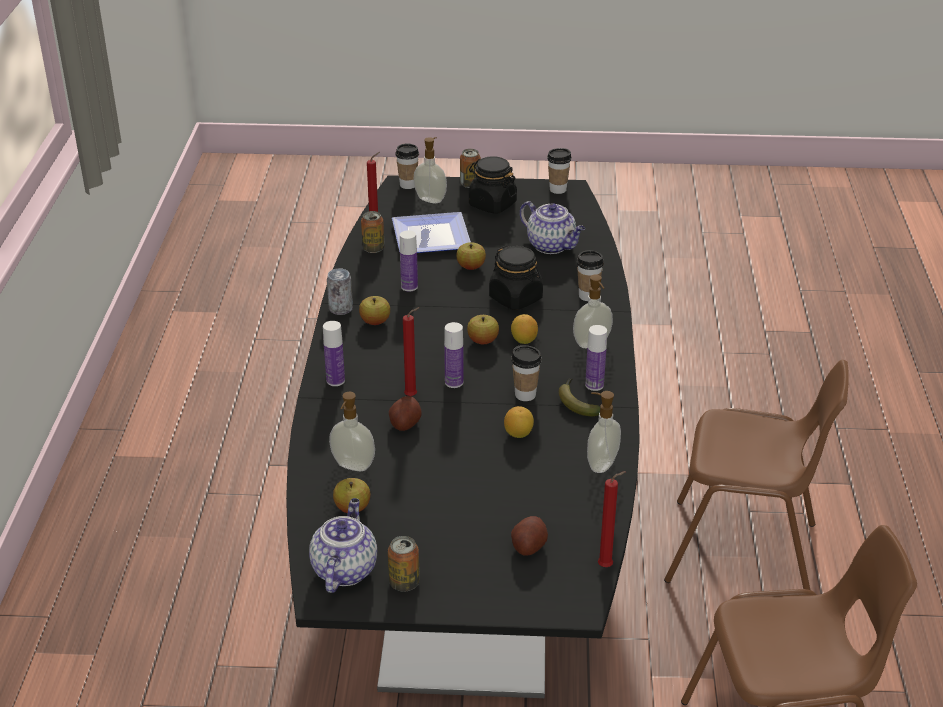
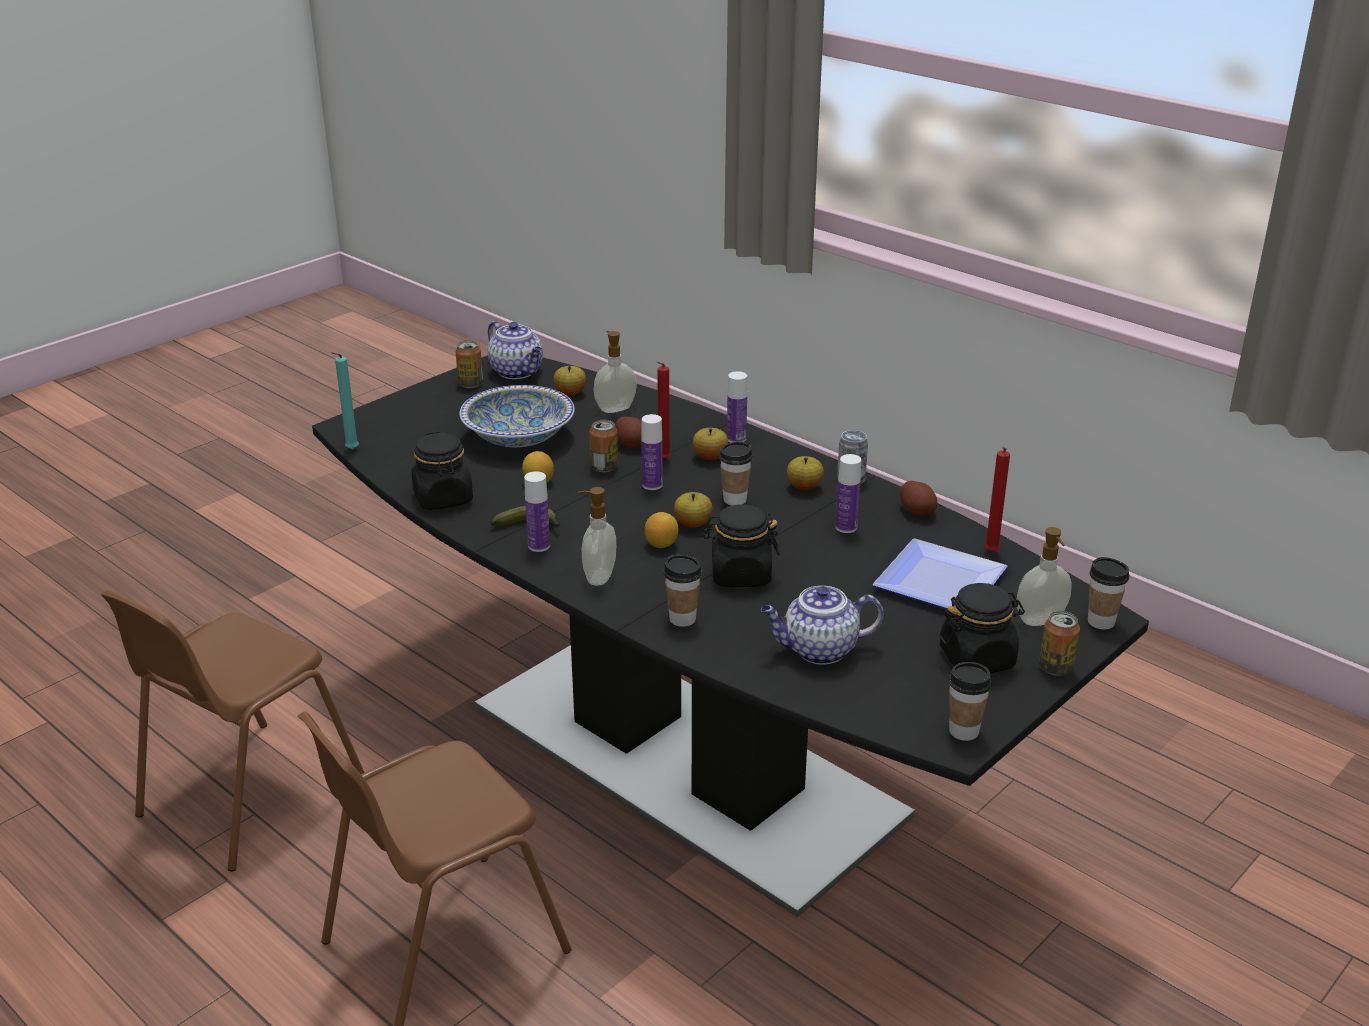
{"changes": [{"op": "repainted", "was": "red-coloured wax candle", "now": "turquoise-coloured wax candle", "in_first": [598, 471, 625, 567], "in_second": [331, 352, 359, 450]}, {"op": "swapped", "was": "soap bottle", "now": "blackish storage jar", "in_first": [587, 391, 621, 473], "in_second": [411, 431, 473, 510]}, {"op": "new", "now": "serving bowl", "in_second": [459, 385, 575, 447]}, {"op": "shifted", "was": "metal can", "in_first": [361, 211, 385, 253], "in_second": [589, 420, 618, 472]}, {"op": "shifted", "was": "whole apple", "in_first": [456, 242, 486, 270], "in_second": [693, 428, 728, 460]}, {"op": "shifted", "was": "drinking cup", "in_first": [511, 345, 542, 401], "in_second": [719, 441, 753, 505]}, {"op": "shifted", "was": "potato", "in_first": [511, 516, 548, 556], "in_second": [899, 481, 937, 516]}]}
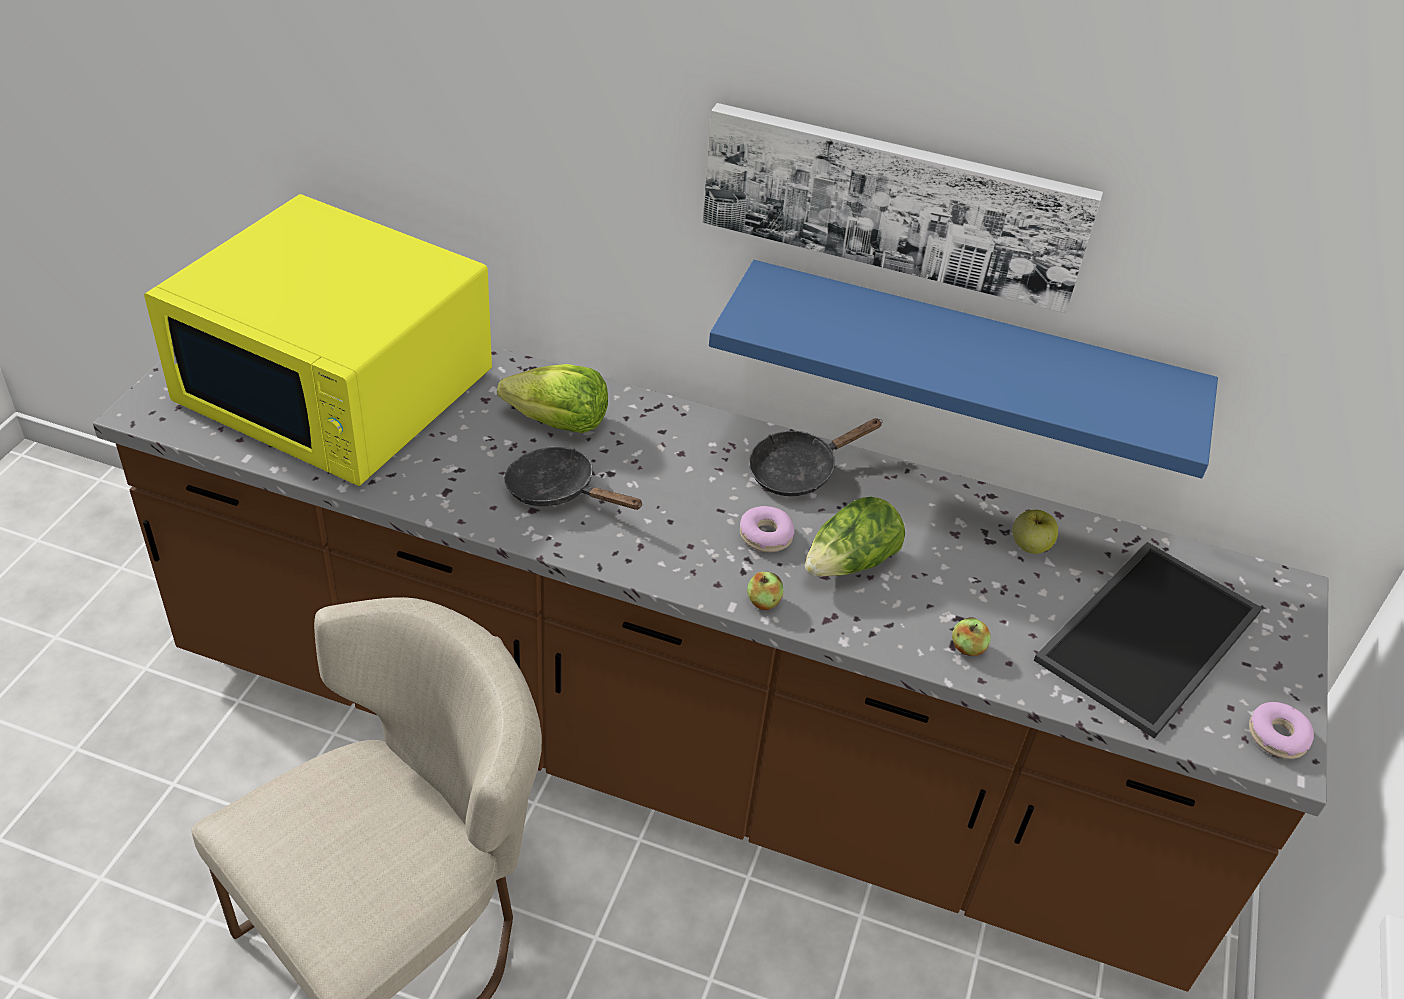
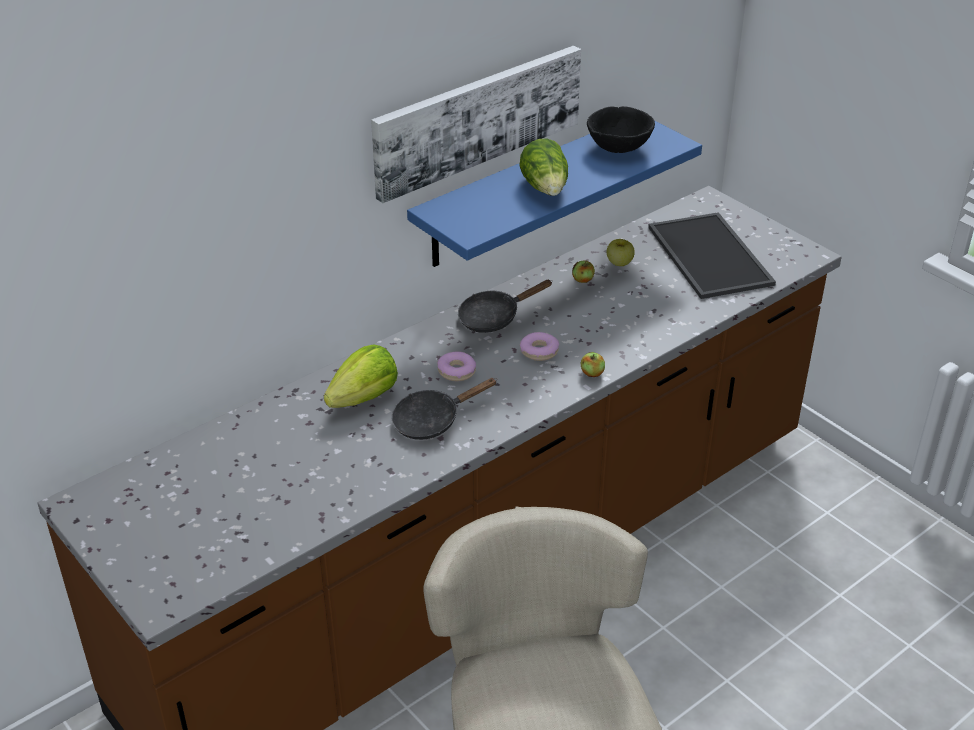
{"changes": [{"op": "shifted", "was": "doughnut", "in_first": [1249, 702, 1314, 759], "in_second": [437, 352, 476, 381]}, {"op": "rotated", "was": "blackish skillet", "in_first": [749, 418, 883, 496], "in_second": [458, 280, 553, 333], "clockwise": 60}, {"op": "shifted", "was": "lettuce head", "in_first": [805, 497, 905, 577], "in_second": [519, 138, 568, 196]}, {"op": "shifted", "was": "whole apple", "in_first": [952, 617, 991, 656], "in_second": [572, 260, 595, 283]}, {"op": "new", "now": "blackish serving bowl", "in_second": [587, 106, 655, 153]}, {"op": "gone", "was": "yellowish microwave oven", "in_first": [144, 194, 492, 486]}]}
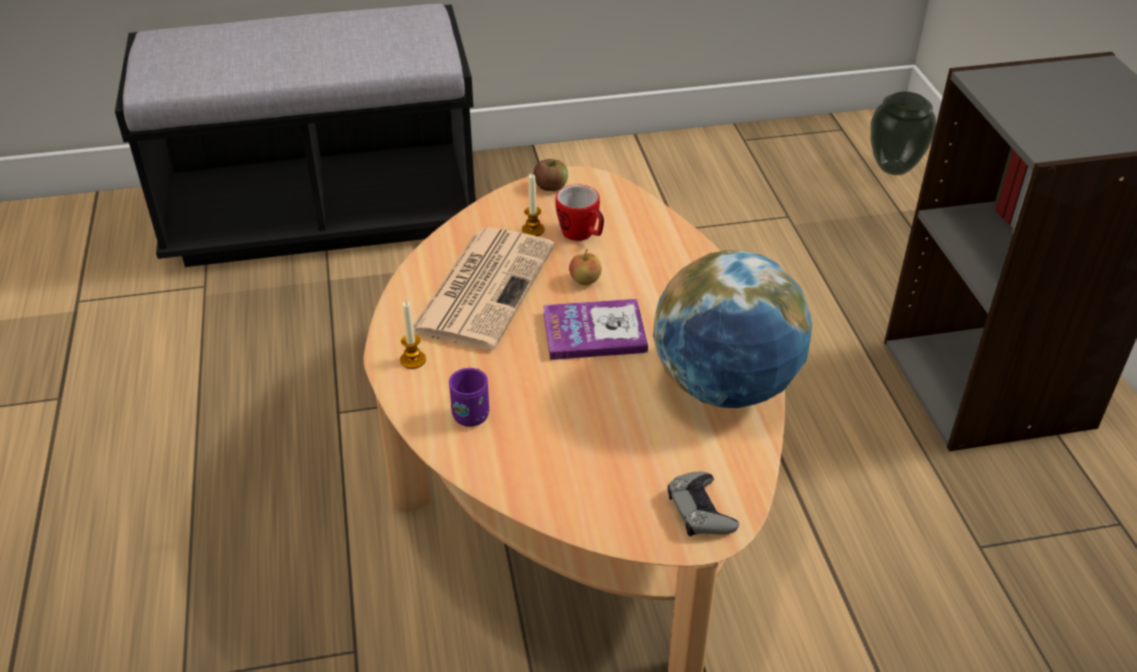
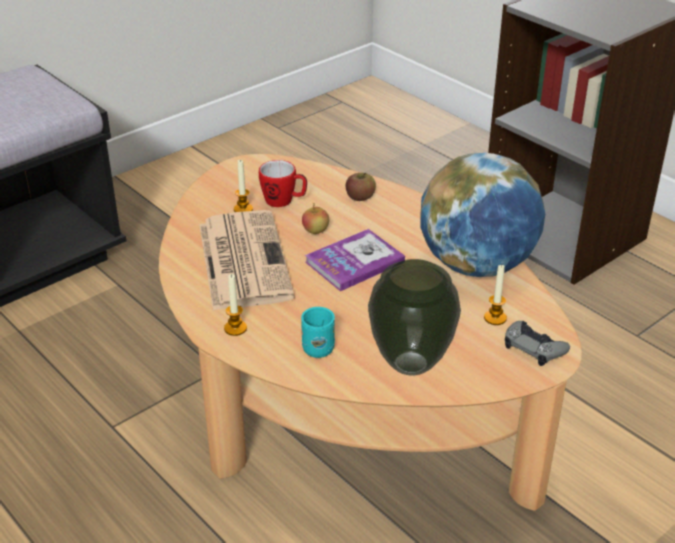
{"changes": [{"op": "repainted", "was": "purplish mug", "now": "turquoise-coloured mug", "in_first": [449, 368, 489, 427], "in_second": [301, 307, 335, 358]}, {"op": "shifted", "was": "whole apple", "in_first": [534, 159, 568, 191], "in_second": [346, 173, 376, 201]}, {"op": "shifted", "was": "flower vase", "in_first": [871, 92, 936, 175], "in_second": [368, 259, 461, 375]}, {"op": "new", "now": "wax candle", "in_second": [484, 264, 507, 325]}]}
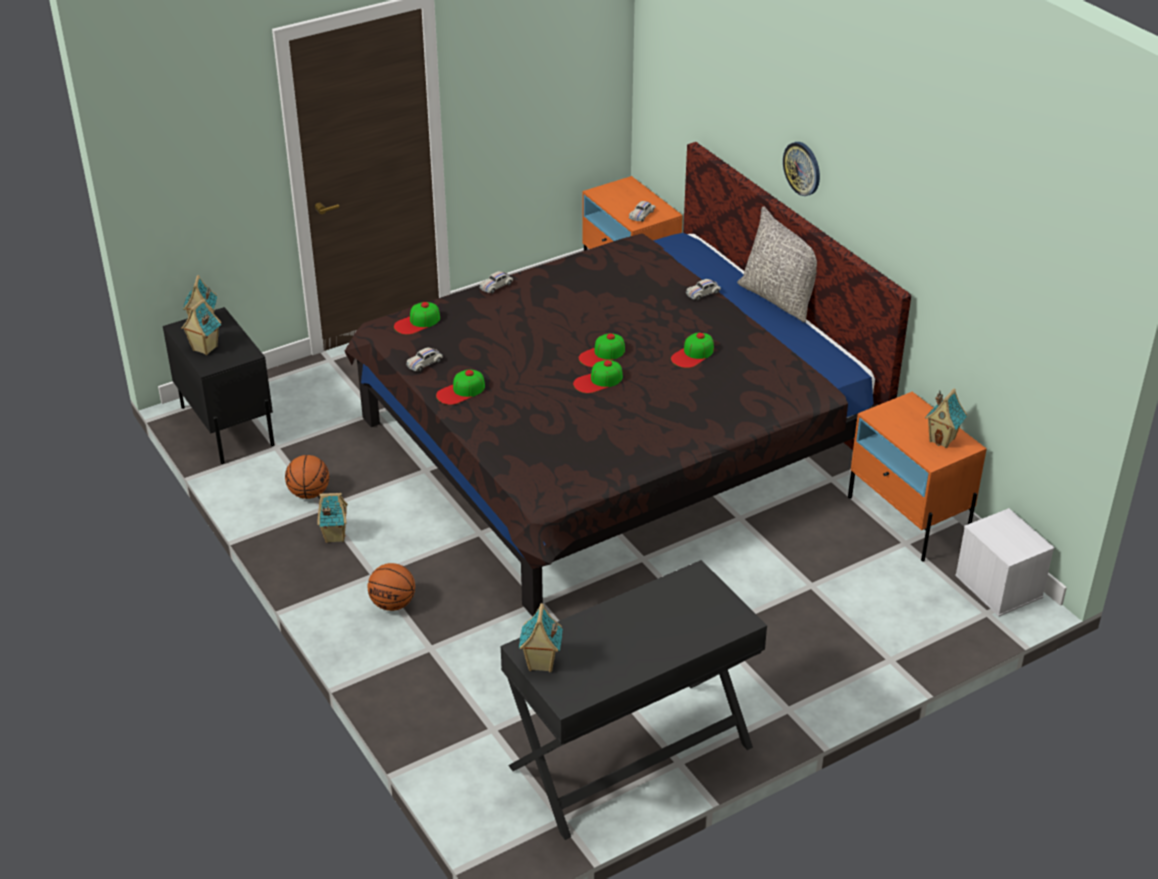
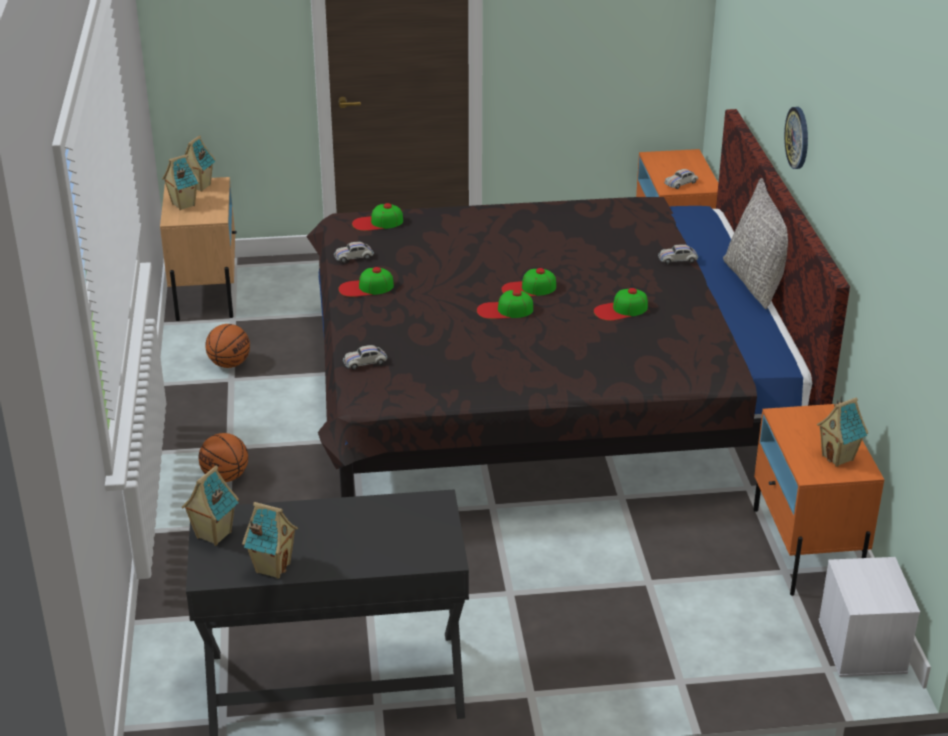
{"changes": [{"op": "repainted", "was": "blackish night table", "now": "beige night table", "in_first": [163, 307, 275, 464], "in_second": [160, 177, 237, 321]}, {"op": "shifted", "was": "toy house", "in_first": [317, 493, 348, 543], "in_second": [242, 502, 298, 579]}, {"op": "shifted", "was": "white toy car", "in_first": [479, 271, 513, 294], "in_second": [343, 345, 387, 370]}]}
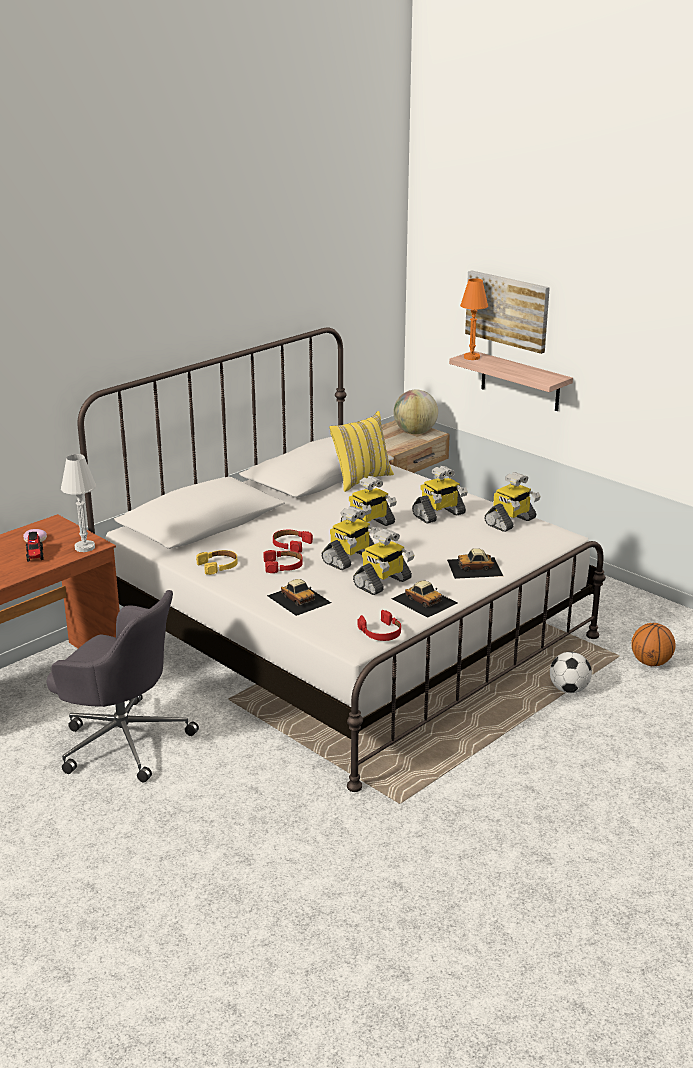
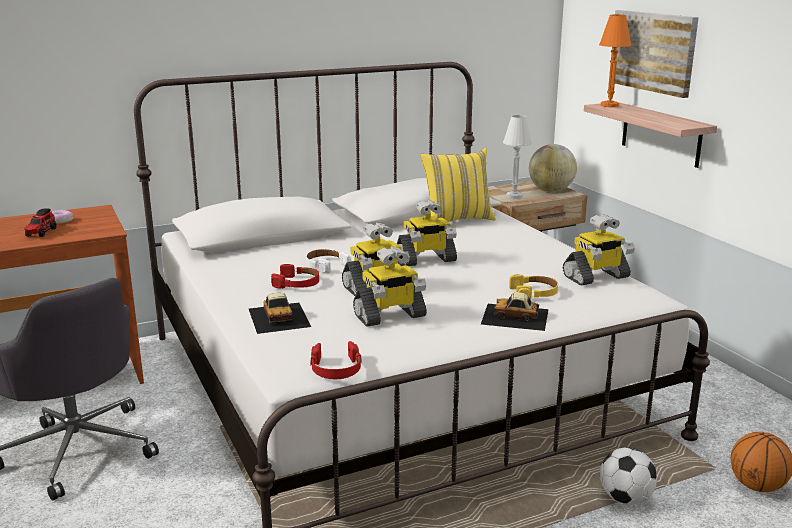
{"changes": [{"op": "repainted", "was": "red-coloured headset", "now": "white headset", "in_first": [273, 530, 313, 553], "in_second": [306, 249, 351, 274]}, {"op": "shifted", "was": "white lamp for a table", "in_first": [61, 454, 96, 552], "in_second": [503, 115, 532, 199]}, {"op": "shifted", "was": "yellowish headset", "in_first": [196, 550, 238, 575], "in_second": [509, 274, 558, 299]}, {"op": "gone", "was": "toy car", "in_first": [392, 581, 457, 618]}, {"op": "gone", "was": "toy robot", "in_first": [412, 466, 468, 524]}]}
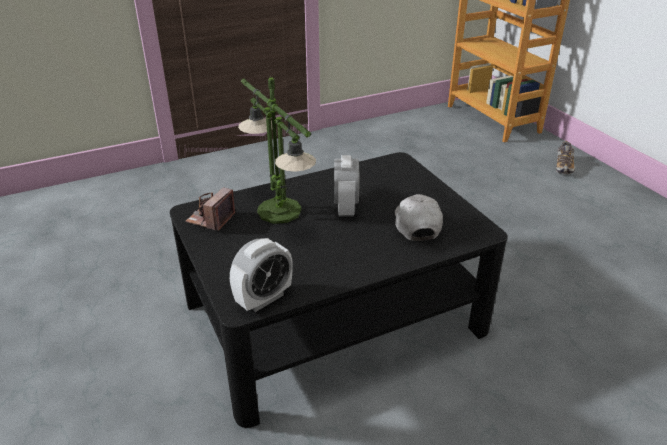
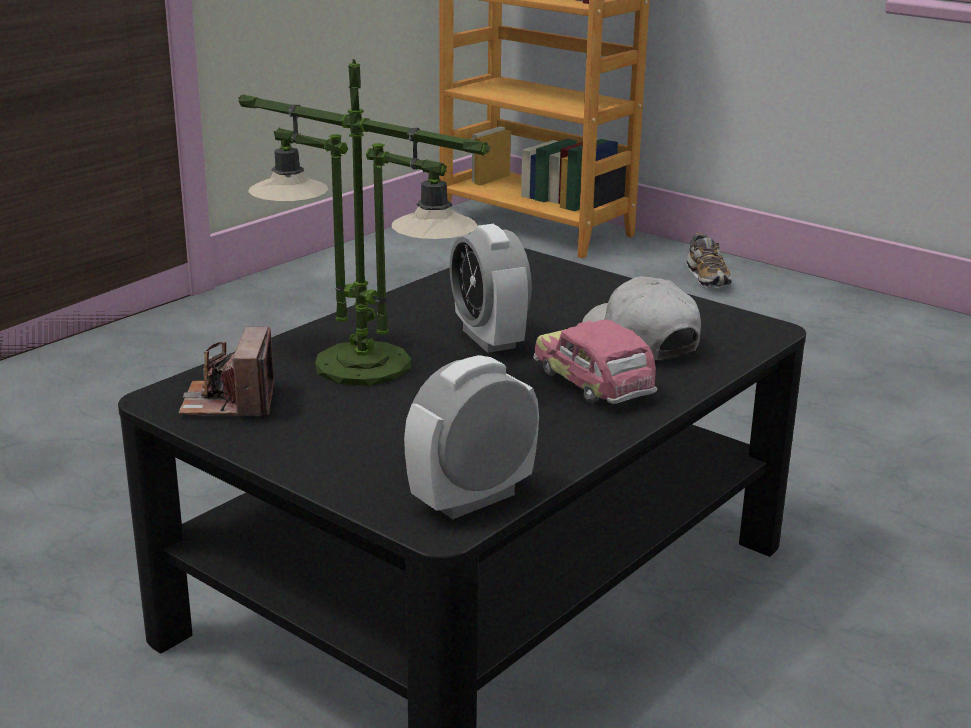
{"changes": [{"op": "rotated", "was": "alarm clock", "in_first": [230, 238, 293, 312], "in_second": [404, 355, 539, 519], "clockwise": -150}, {"op": "new", "now": "toy car", "in_second": [533, 320, 657, 404]}]}
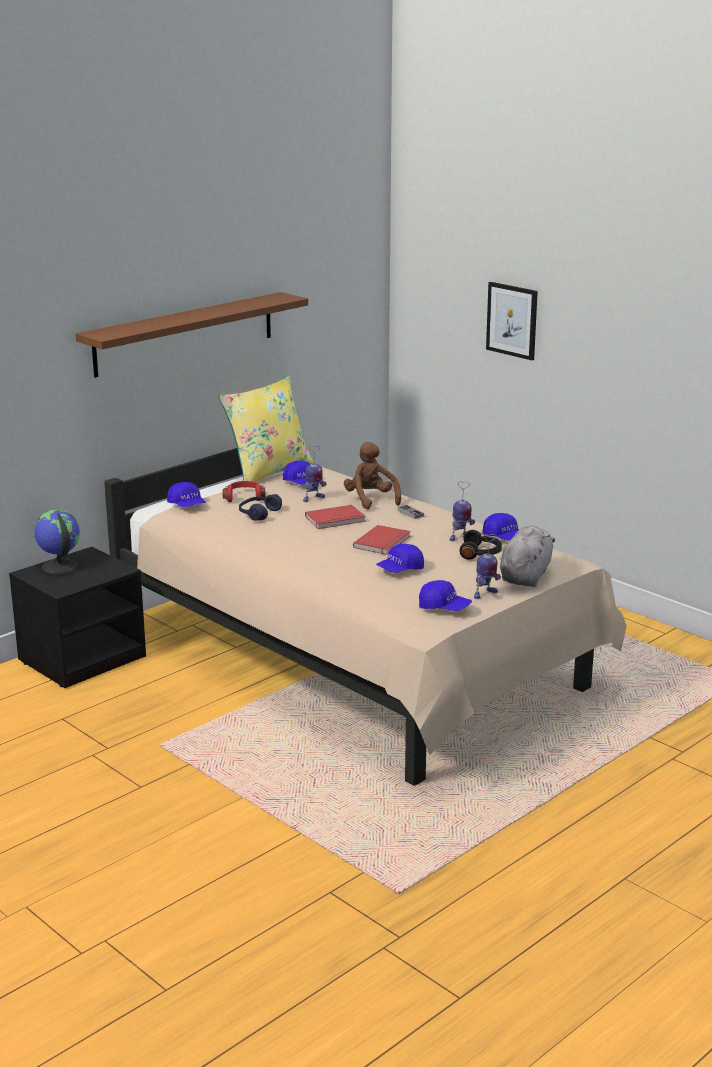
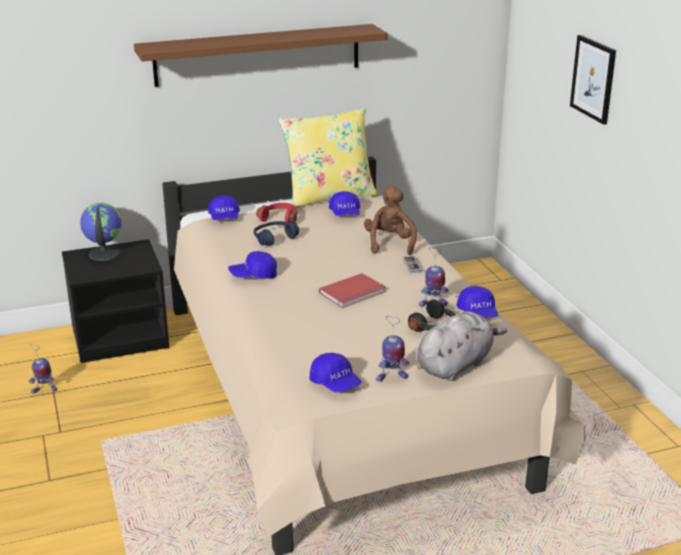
{"changes": [{"op": "shifted", "was": "toy robot", "in_first": [303, 446, 327, 502], "in_second": [29, 344, 57, 394]}, {"op": "shifted", "was": "blue peaked cap", "in_first": [376, 544, 424, 573], "in_second": [228, 251, 277, 279]}, {"op": "gone", "was": "red-coloured book", "in_first": [305, 505, 366, 529]}]}
